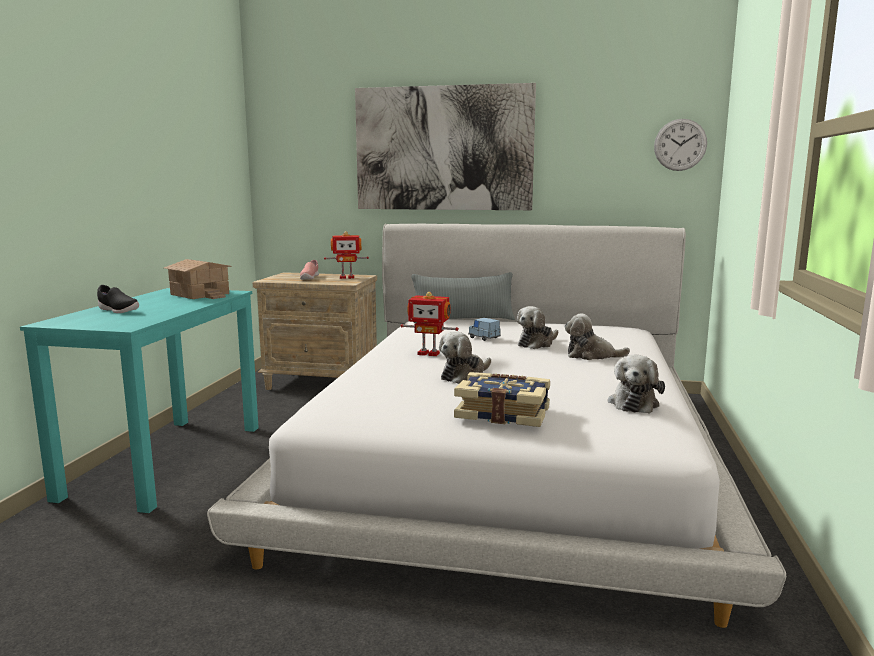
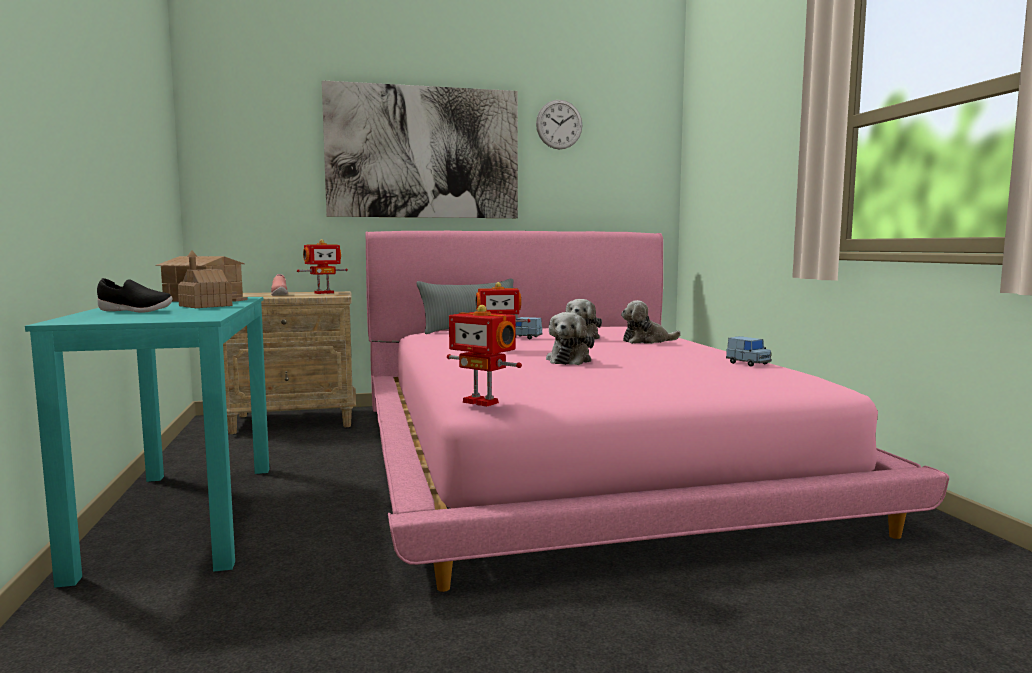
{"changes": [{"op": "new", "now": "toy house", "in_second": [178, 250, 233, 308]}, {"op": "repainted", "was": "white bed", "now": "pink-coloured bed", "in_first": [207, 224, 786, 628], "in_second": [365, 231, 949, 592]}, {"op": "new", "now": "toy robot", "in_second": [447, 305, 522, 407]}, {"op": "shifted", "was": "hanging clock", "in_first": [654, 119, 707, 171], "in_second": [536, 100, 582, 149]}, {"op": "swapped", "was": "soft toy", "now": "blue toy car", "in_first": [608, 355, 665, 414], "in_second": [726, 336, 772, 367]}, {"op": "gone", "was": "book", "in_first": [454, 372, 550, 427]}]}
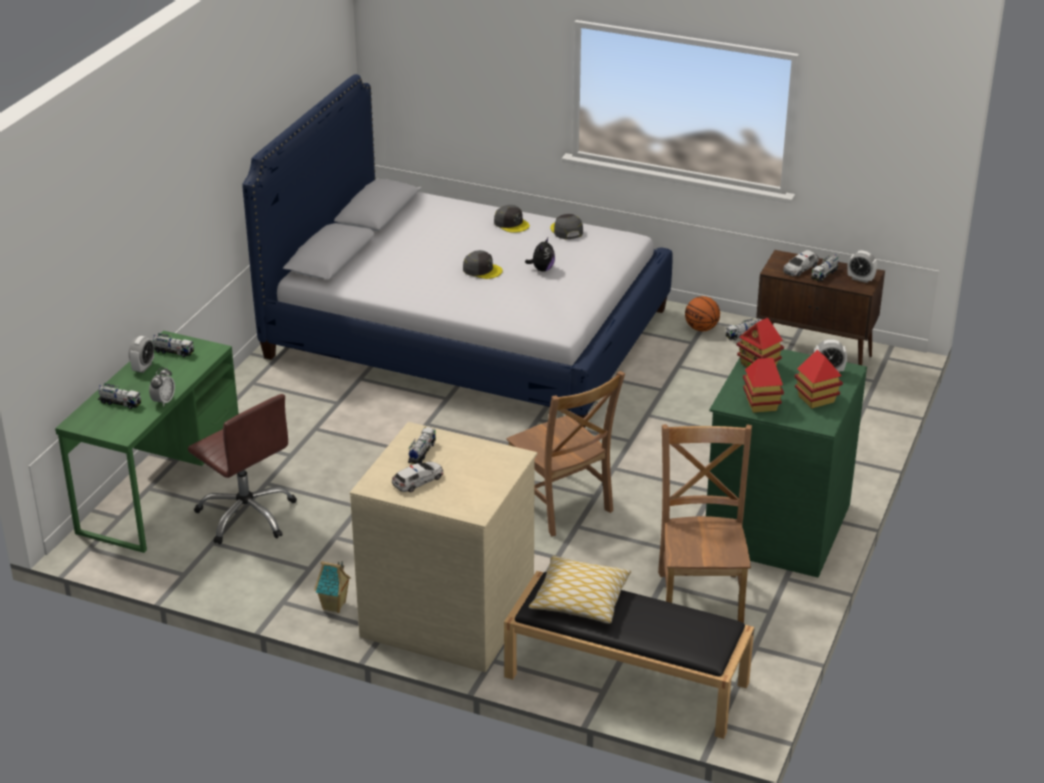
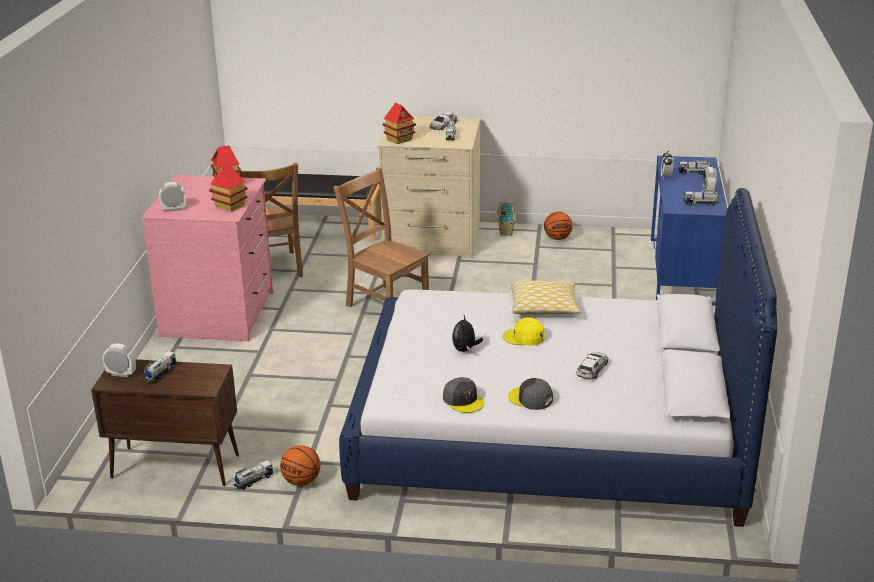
{"changes": [{"op": "repainted", "was": "greenish drawer chest", "now": "pink-coloured drawer chest", "in_first": [706, 349, 867, 578], "in_second": [141, 175, 273, 341]}, {"op": "shifted", "was": "toy house", "in_first": [794, 350, 843, 408], "in_second": [382, 103, 416, 144]}, {"op": "repainted", "was": "greyish peaked cap", "now": "yellowish peaked cap", "in_first": [463, 250, 503, 279], "in_second": [503, 317, 545, 346]}, {"op": "shifted", "was": "throw pillow", "in_first": [529, 556, 631, 624], "in_second": [510, 280, 580, 315]}, {"op": "new", "now": "basketball", "in_second": [544, 212, 573, 240]}, {"op": "shifted", "was": "toy car", "in_first": [783, 250, 819, 276], "in_second": [576, 352, 608, 380]}, {"op": "repainted", "was": "greenish desk table", "now": "blue desk table", "in_first": [55, 331, 239, 553], "in_second": [651, 156, 727, 305]}, {"op": "gone", "was": "brown-coloured desk chair", "in_first": [188, 394, 297, 545]}]}
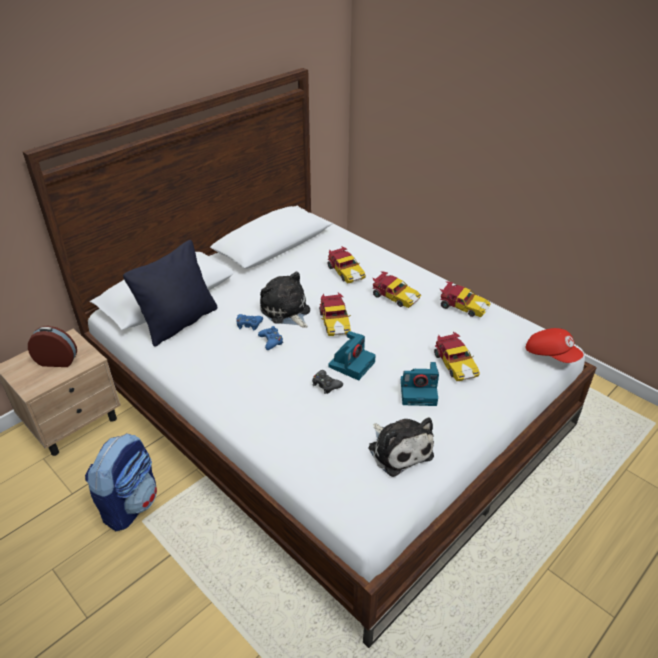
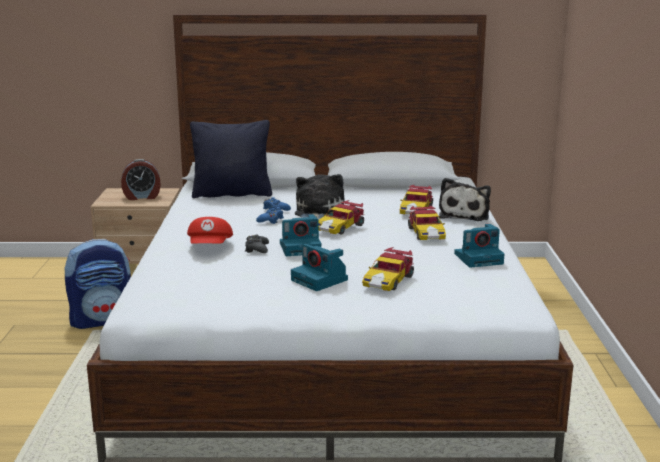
{"changes": [{"op": "rotated", "was": "alarm clock", "in_first": [28, 326, 77, 367], "in_second": [121, 159, 161, 200], "clockwise": 120}, {"op": "shifted", "was": "red-coloured peaked cap", "in_first": [526, 328, 584, 363], "in_second": [187, 217, 233, 244]}, {"op": "shifted", "was": "soft toy", "in_first": [369, 417, 434, 477], "in_second": [439, 178, 491, 221]}, {"op": "swapped", "was": "toy car", "now": "photo camera", "in_first": [440, 282, 491, 317], "in_second": [454, 224, 505, 268]}]}
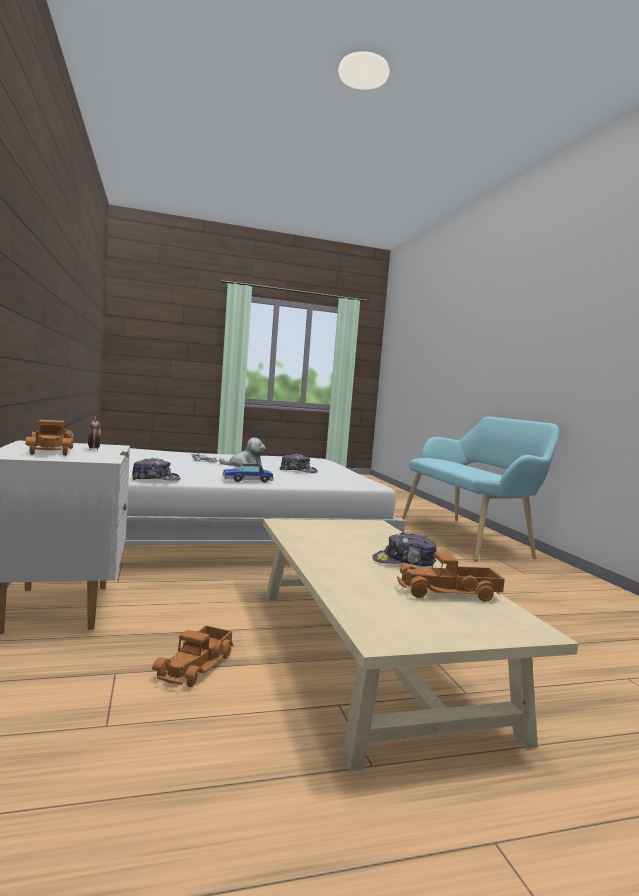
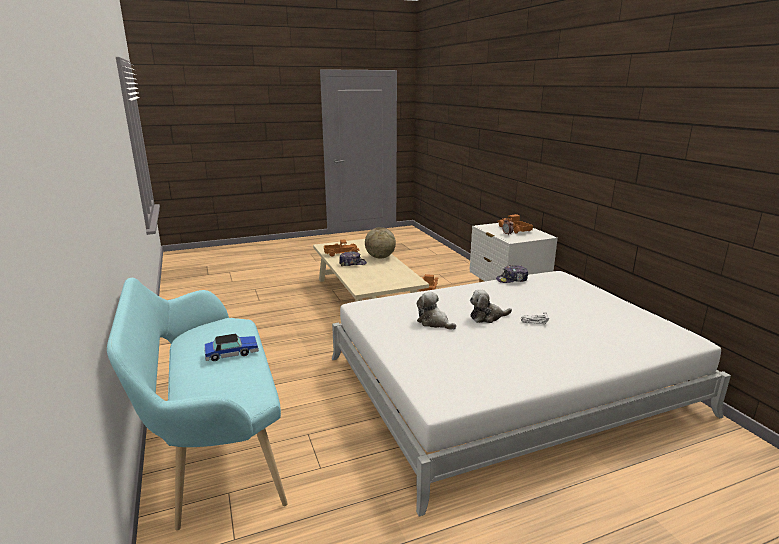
{"changes": [{"op": "shifted", "was": "toy car", "in_first": [223, 464, 273, 483], "in_second": [204, 334, 259, 361]}, {"op": "new", "now": "desk globe", "in_second": [365, 227, 396, 259]}, {"op": "swapped", "was": "peaked cap", "now": "soft toy", "in_first": [280, 454, 318, 473], "in_second": [417, 292, 456, 330]}]}
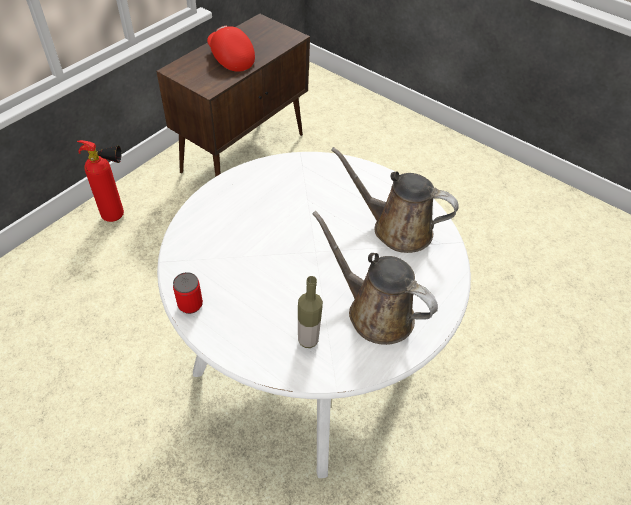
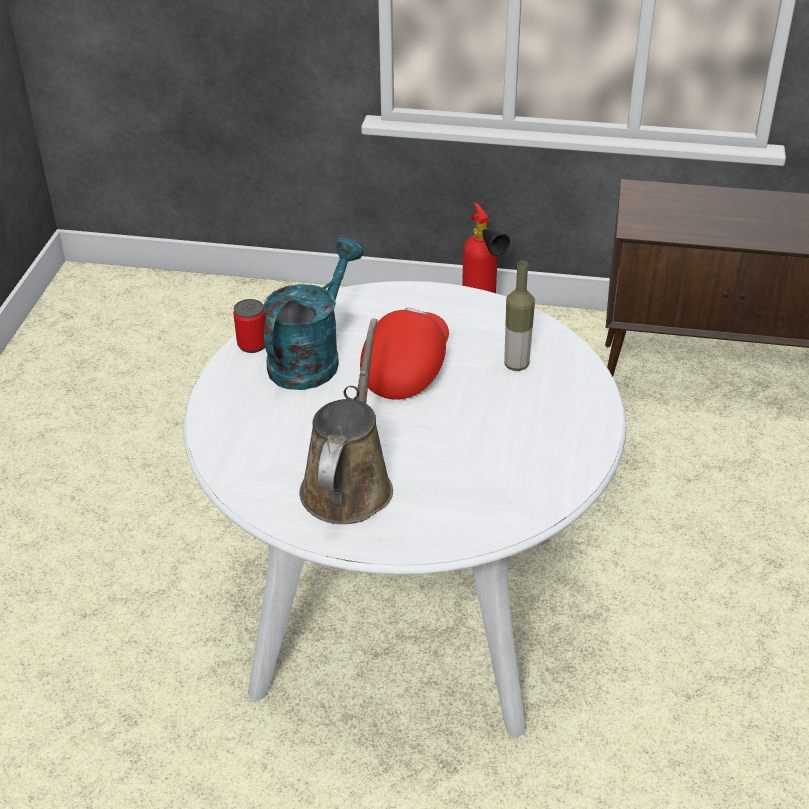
{"changes": [{"op": "new", "now": "turquoise-coloured sprinkling can", "in_second": [263, 238, 364, 390]}, {"op": "shifted", "was": "red-coloured peaked cap", "in_first": [207, 26, 255, 72], "in_second": [360, 307, 449, 400]}, {"op": "shifted", "was": "beverage bottle", "in_first": [298, 276, 323, 348], "in_second": [504, 261, 535, 371]}, {"op": "gone", "was": "brown-coloured sprinkling can", "in_first": [331, 147, 459, 253]}]}
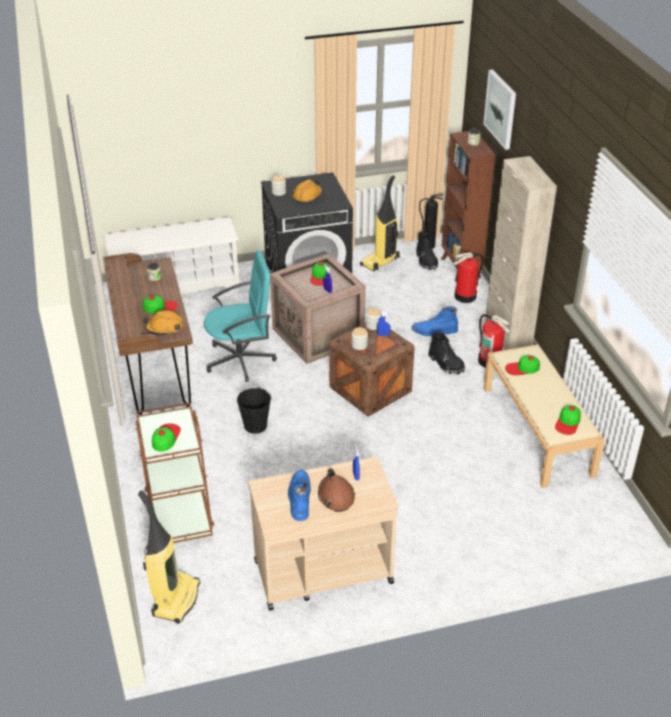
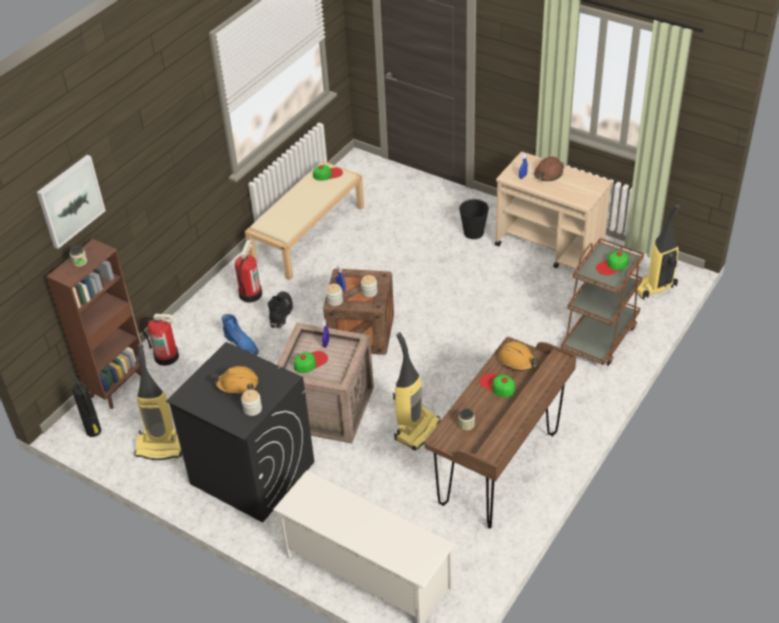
{"changes": [{"op": "swapped", "was": "turquoise-coloured desk chair", "now": "vacuum", "in_first": [204, 250, 277, 382], "in_second": [393, 332, 440, 451]}, {"op": "shifted", "was": "blackish water bucket", "in_first": [237, 387, 271, 434], "in_second": [459, 199, 489, 239]}, {"op": "gone", "was": "blue boot", "in_first": [288, 469, 311, 521]}, {"op": "gone", "was": "blackish boot", "in_first": [416, 232, 438, 270]}, {"op": "gone", "was": "beige storage cabinet", "in_first": [485, 156, 557, 350]}, {"op": "gone", "was": "peaked cap", "in_first": [505, 355, 540, 376]}]}
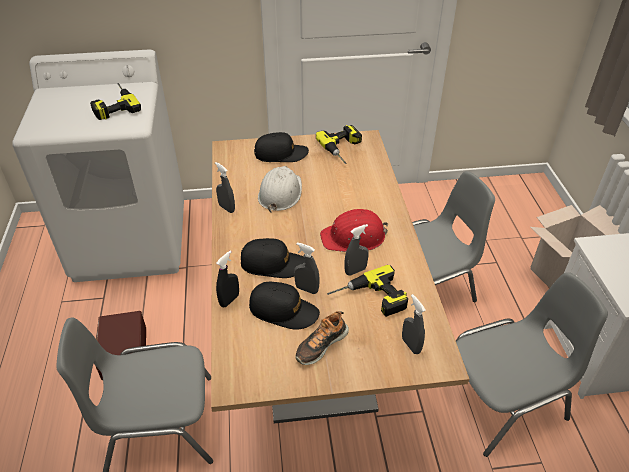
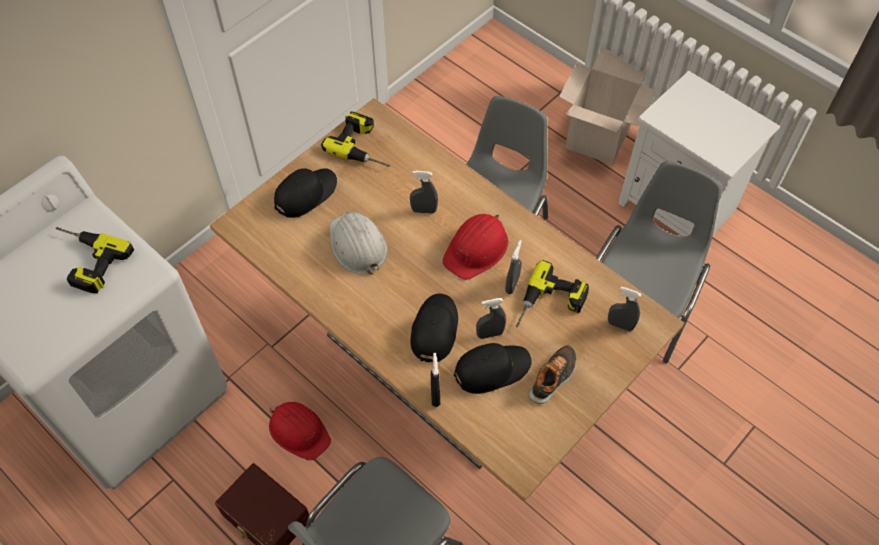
{"changes": [{"op": "new", "now": "red-coloured hard hat", "in_second": [269, 402, 331, 461]}, {"op": "shifted", "was": "greyish sprayer", "in_first": [215, 162, 235, 213], "in_second": [410, 171, 438, 214]}, {"op": "rotated", "was": "blackish peaked cap", "in_first": [241, 238, 305, 278], "in_second": [410, 294, 458, 362], "clockwise": -45}, {"op": "rotated", "was": "low shoe", "in_first": [295, 311, 349, 365], "in_second": [529, 345, 576, 404], "clockwise": -150}]}
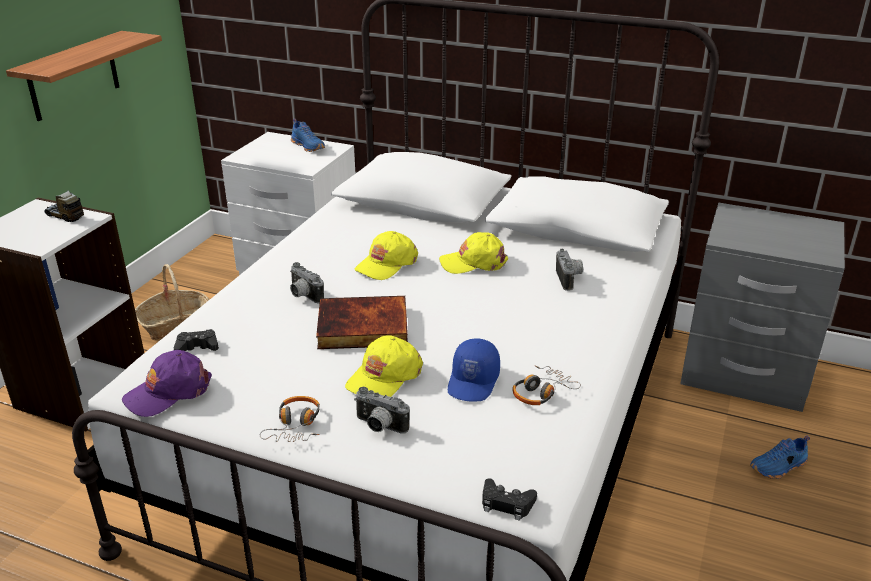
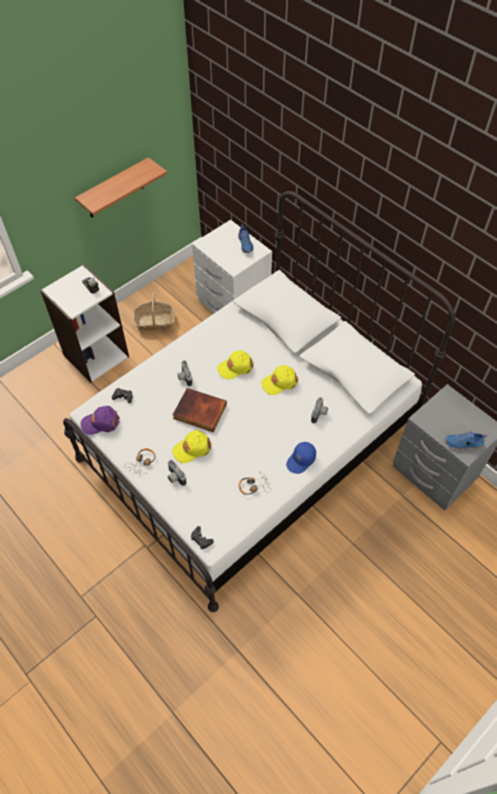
{"changes": [{"op": "rotated", "was": "yellowish peaked cap", "in_first": [439, 232, 508, 274], "in_second": [261, 365, 299, 395], "clockwise": -45}, {"op": "shifted", "was": "blue peaked cap", "in_first": [448, 339, 500, 401], "in_second": [286, 442, 316, 474]}, {"op": "shifted", "was": "blue low shoe", "in_first": [750, 435, 810, 479], "in_second": [445, 432, 487, 450]}]}
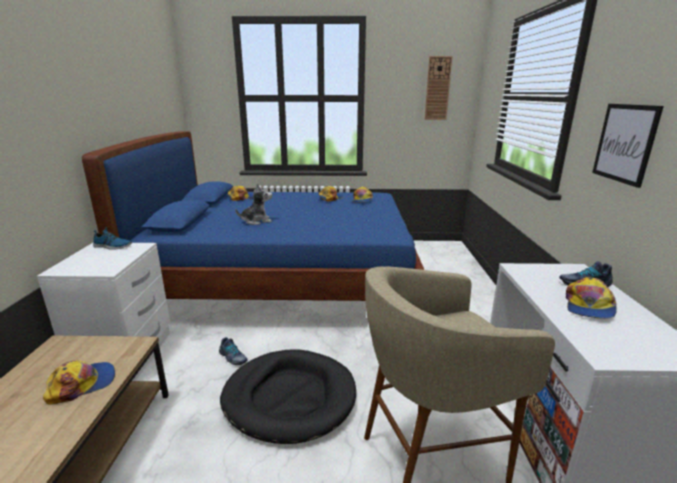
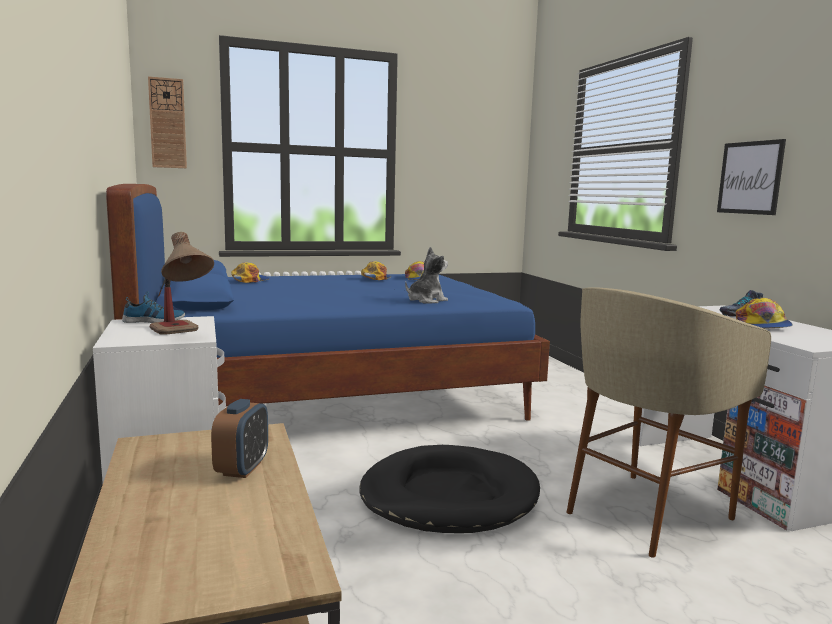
{"changes": [{"op": "shifted", "was": "hanging clock", "in_first": [425, 56, 452, 120], "in_second": [148, 76, 187, 168]}, {"op": "new", "now": "lamp for a table", "in_second": [150, 232, 214, 335]}, {"op": "swapped", "was": "peaked cap", "now": "alarm clock", "in_first": [43, 360, 115, 404], "in_second": [211, 399, 268, 478]}, {"op": "shifted", "was": "soft toy", "in_first": [235, 183, 272, 225], "in_second": [405, 247, 448, 304]}, {"op": "gone", "was": "low shoe", "in_first": [219, 337, 248, 365]}]}
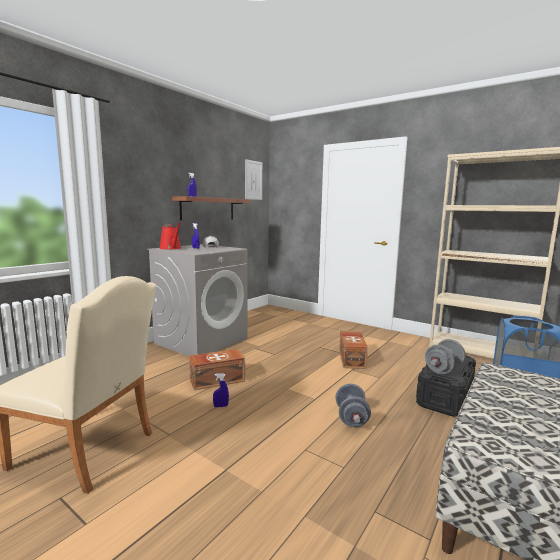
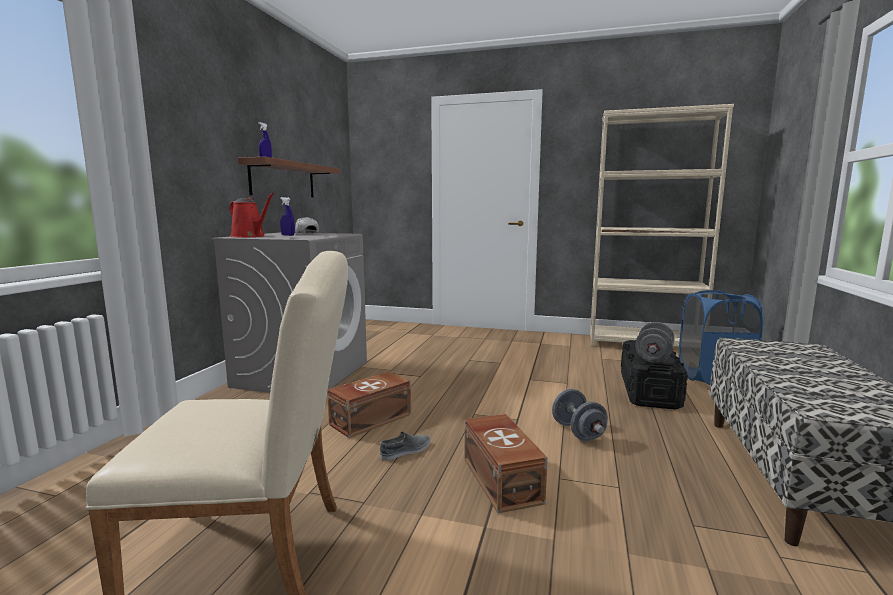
{"changes": [{"op": "swapped", "was": "blue sprayer", "now": "greyish low shoe", "in_first": [213, 373, 229, 408], "in_second": [380, 431, 430, 460]}, {"op": "shifted", "was": "brown-coloured storage box", "in_first": [339, 331, 368, 369], "in_second": [464, 414, 547, 513]}, {"op": "gone", "was": "picture", "in_first": [245, 159, 262, 200]}]}
